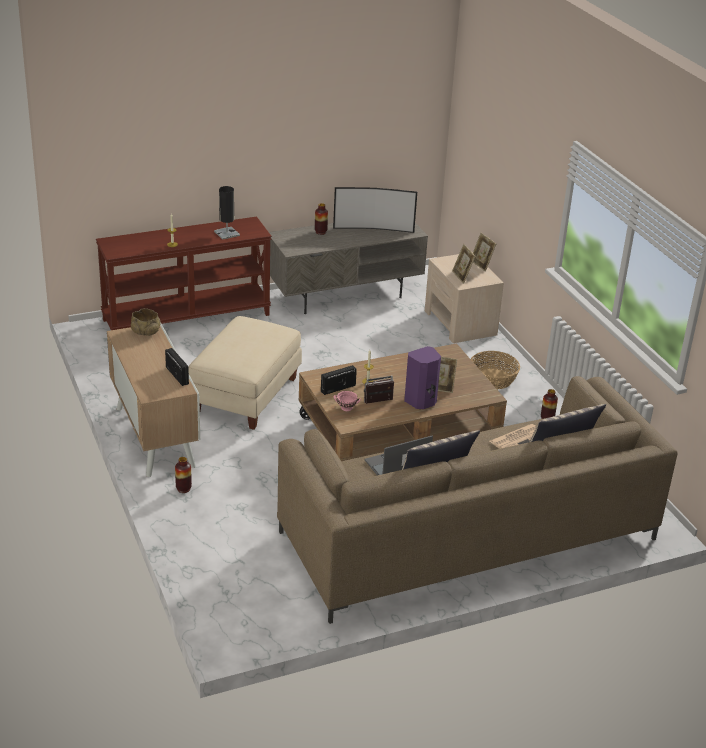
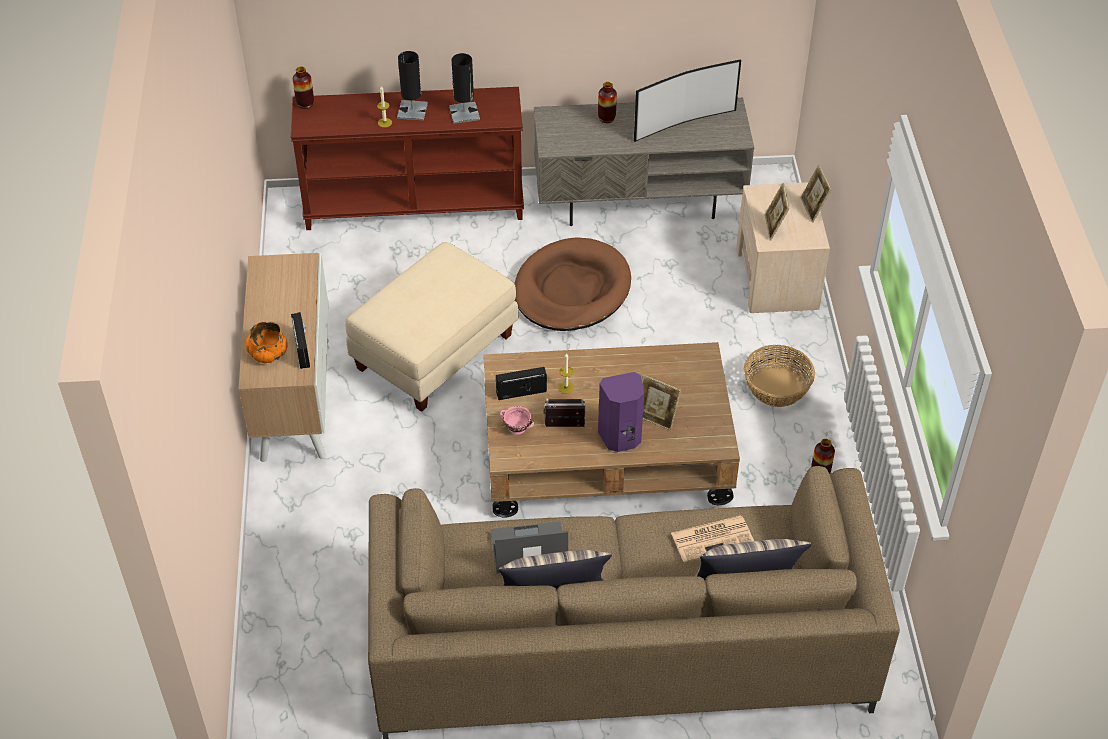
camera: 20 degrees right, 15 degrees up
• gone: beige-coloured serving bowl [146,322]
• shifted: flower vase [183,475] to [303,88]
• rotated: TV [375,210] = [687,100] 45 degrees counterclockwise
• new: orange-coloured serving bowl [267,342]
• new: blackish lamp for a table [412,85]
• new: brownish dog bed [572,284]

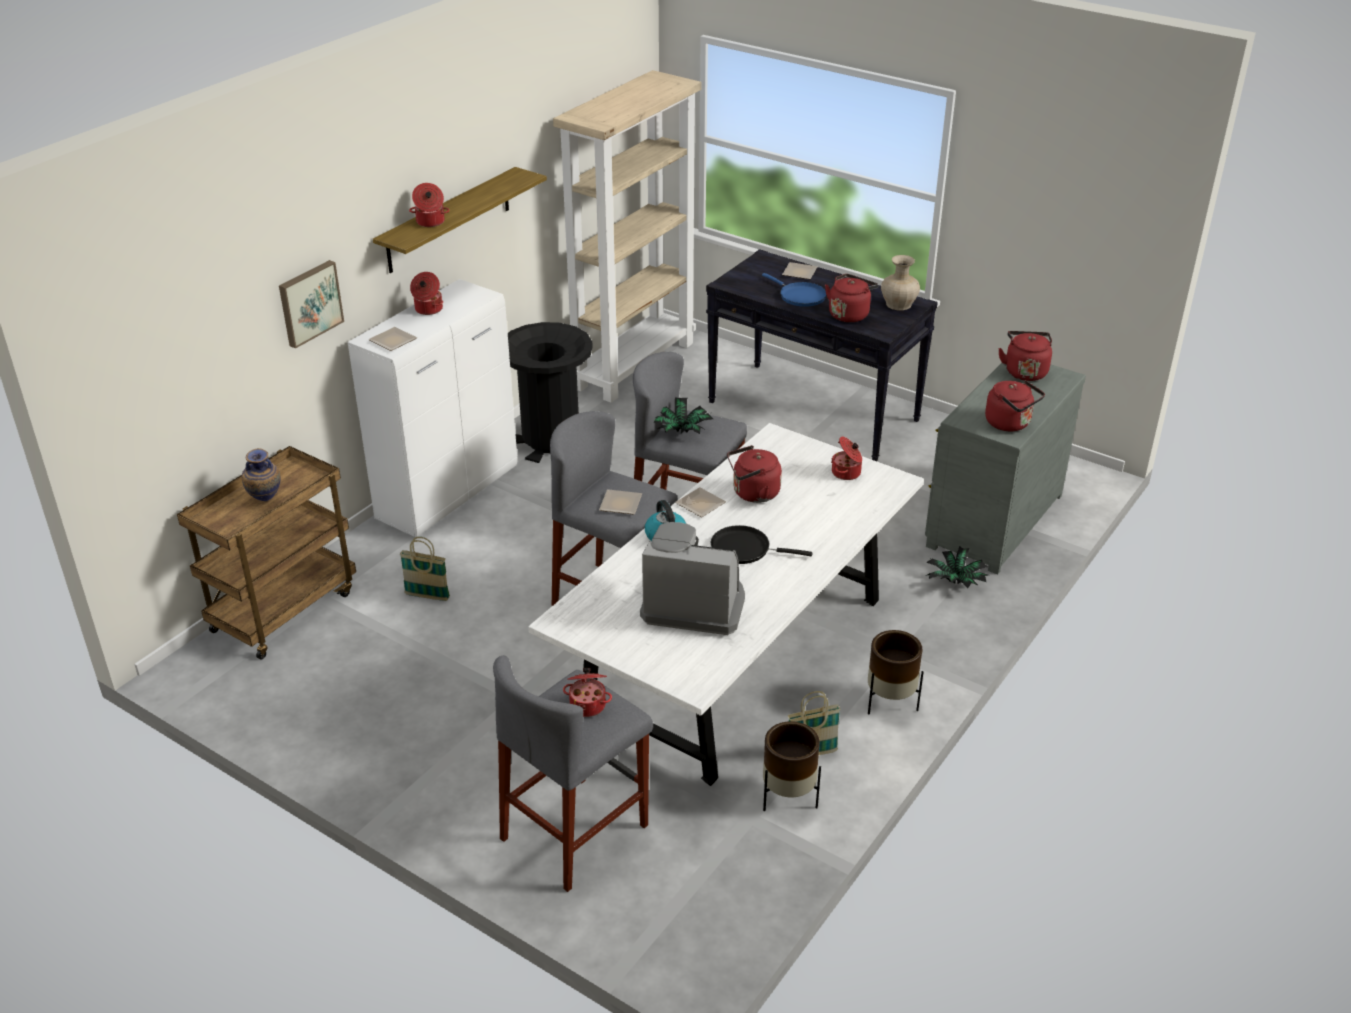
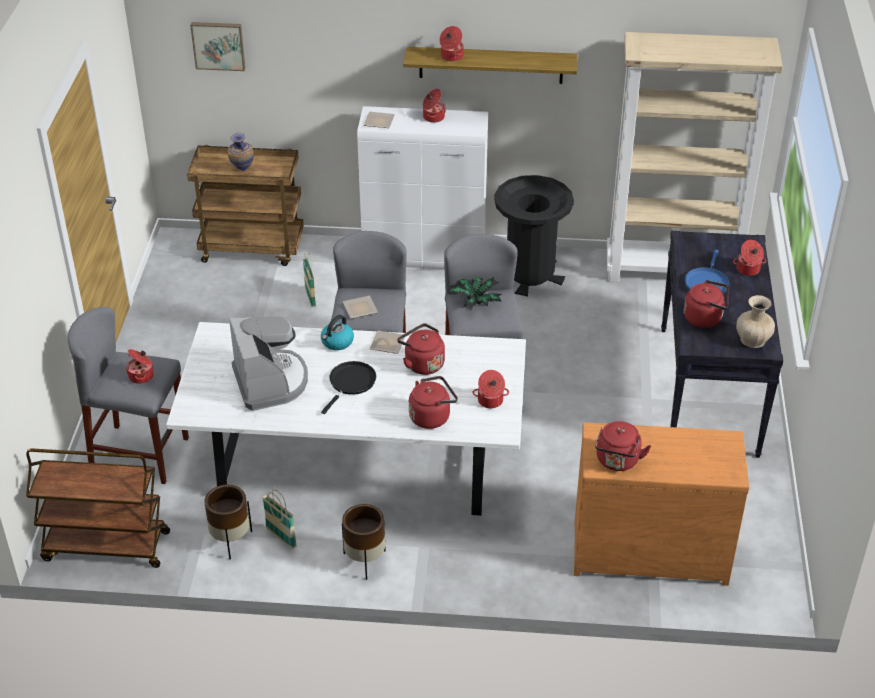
camera: 60 degrees right, 5 degrees up
• shifted: picture [311,304] to [218,46]
• rotated: blackish pan [762,544] = [348,387] 45 degrees clockwise
• swapped: dinner plate [800,270] to saucepot [749,258]
• repainted: grey chest of drawers [1005,468] to brownish chest of drawers [661,504]
• gone: houseplant [957,567]
• shifted: red-coloured tea kettle [1025,356] to [433,402]
• new: brownish trolley [98,508]

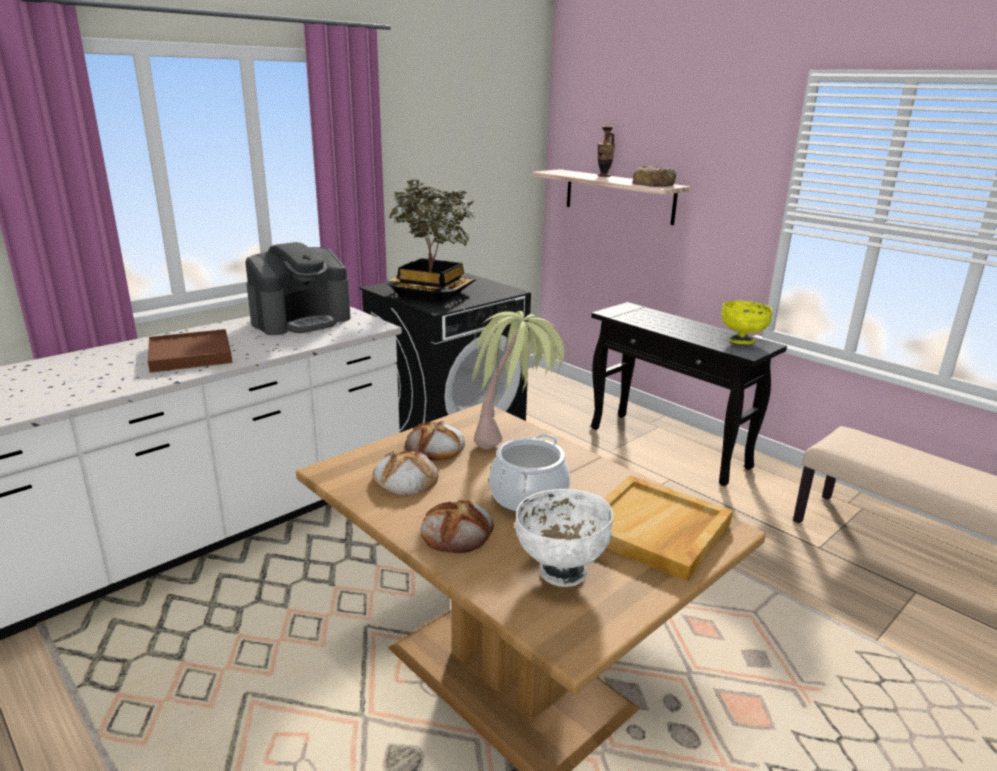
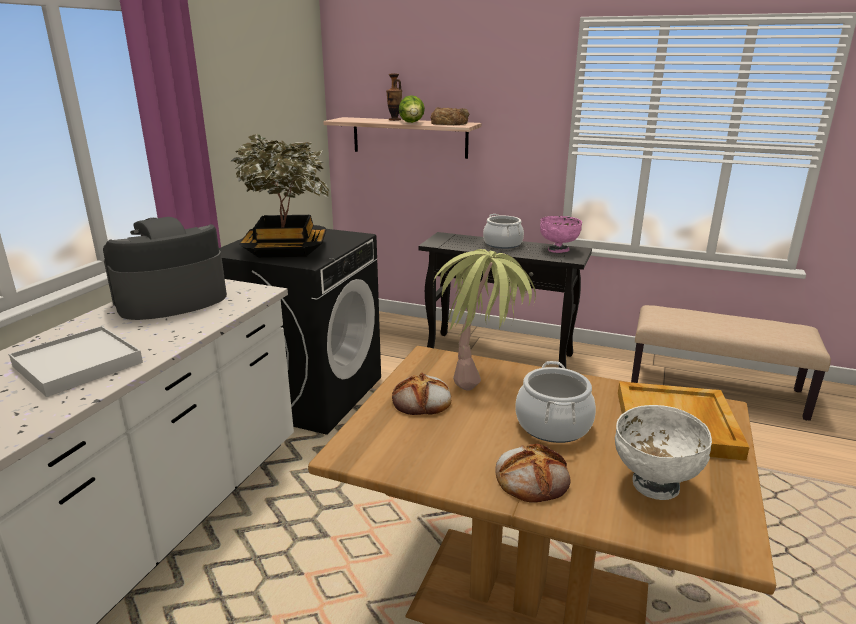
camera: 25 degrees left, 0 degrees up
• repainted: brownish carrying tray [190,351] to white-coloured carrying tray [76,361]
• rotated: coffee brewer [298,288] = [165,268] 150 degrees counterclockwise
• gone: bread [405,472]
• repainted: yellow-coloured serving bowl [747,322] to pinkish serving bowl [561,234]
• new: lettuce head [412,109]
• new: saucepot [503,231]

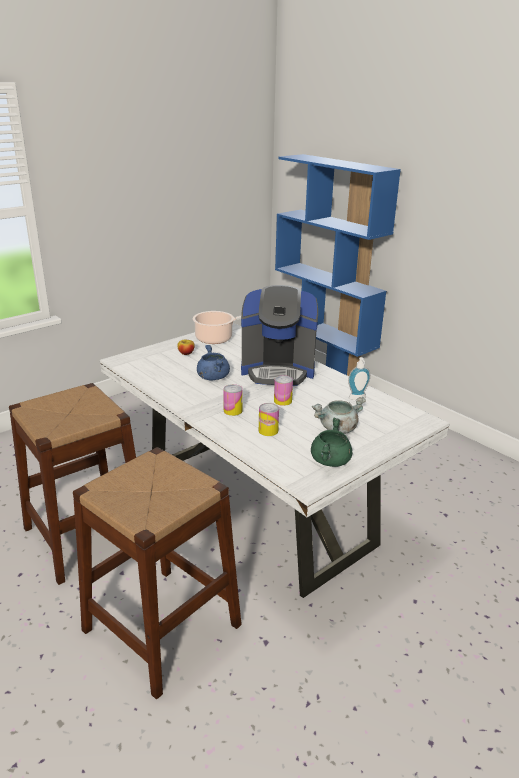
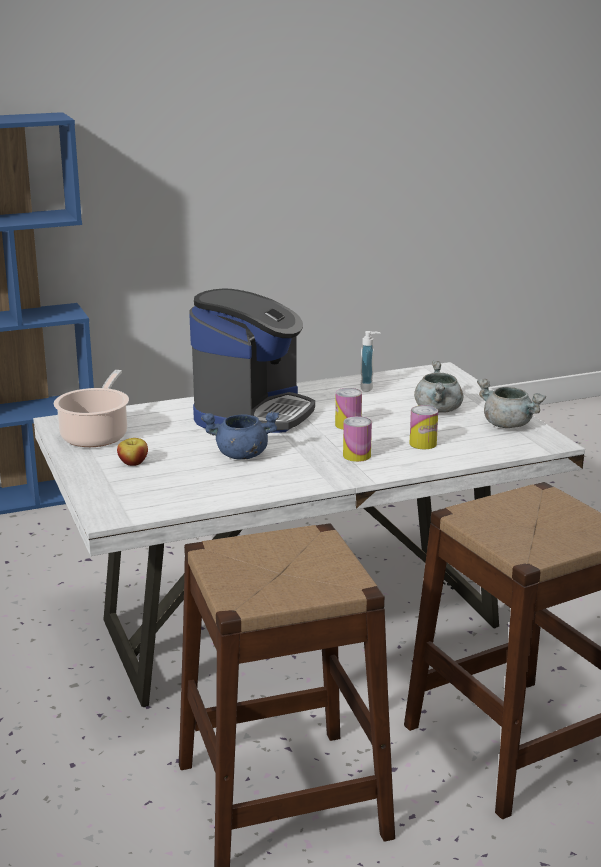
camera: 70 degrees left, 5 degrees down
• repainted: green-coloured saucepot [331,442] to grey saucepot [511,403]

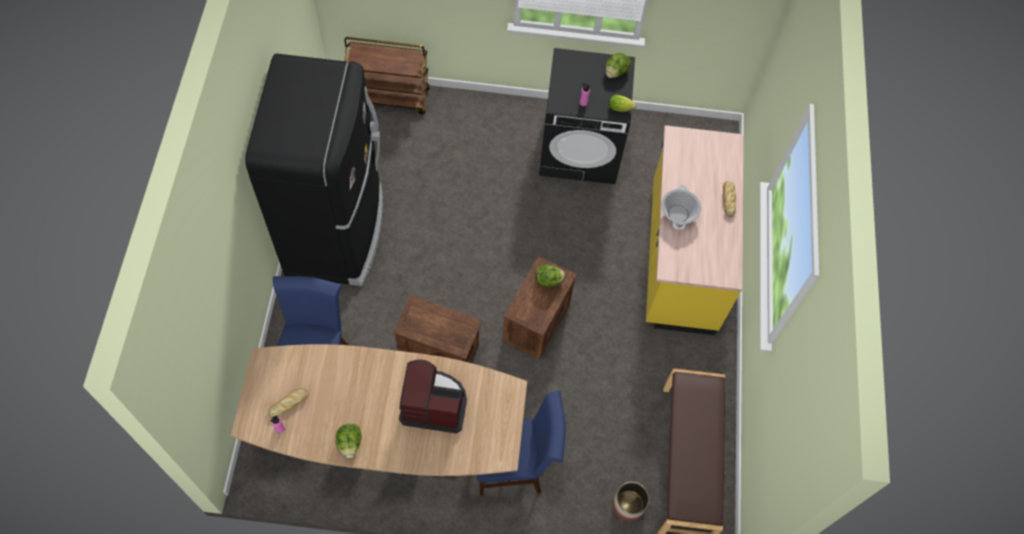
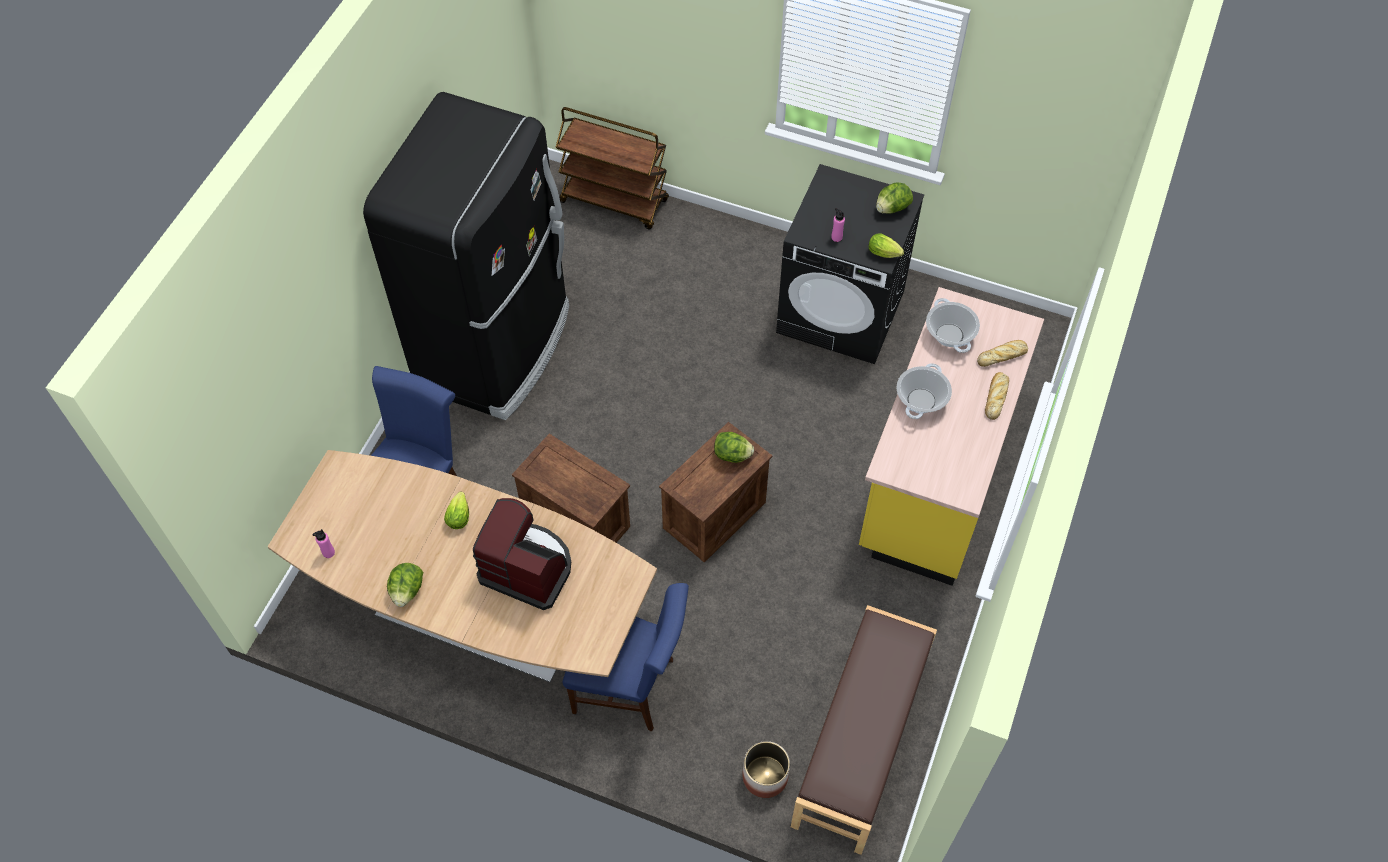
camera: 20 degrees right, 5 degrees down
• shifted: bread [288,403] to [1002,353]
• new: lettuce head [456,510]
• new: saucepot [953,325]

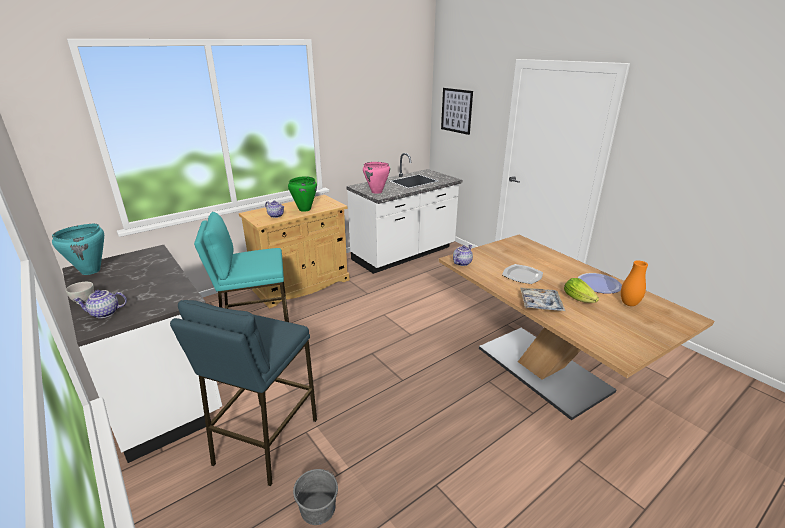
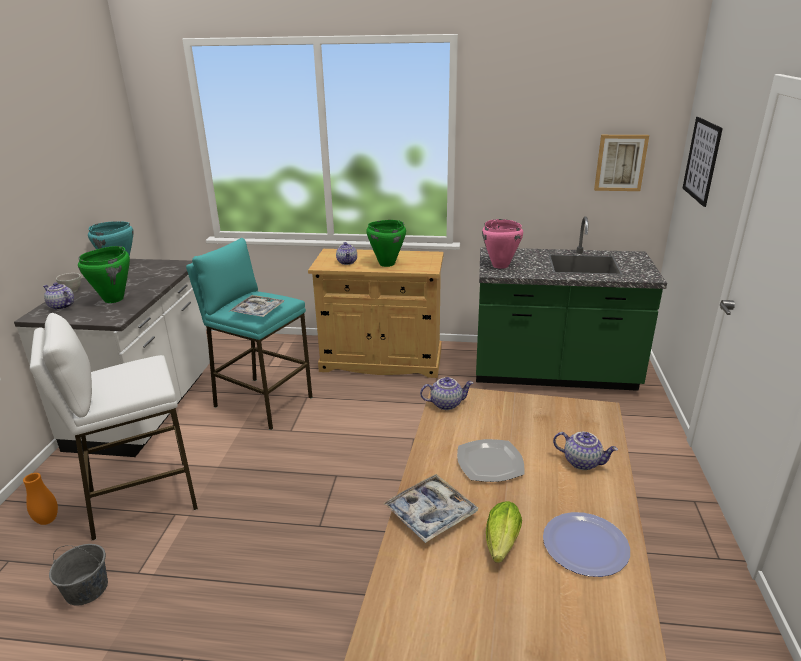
camera: 45 degrees right, 0 degrees up
• repainted: bluish sitting stool [243,393] to white-coloured sitting stool [114,427]
• repainted: white-coloured kitchen base unit [404,213] to green-coloured kitchen base unit [571,303]
• shifted: orange-coloured flower vase [634,283] to [40,499]
• new: green-coloured saucepot [104,274]
• new: carrying tray [256,306]
• new: teapot [585,451]
• new: picture [621,163]

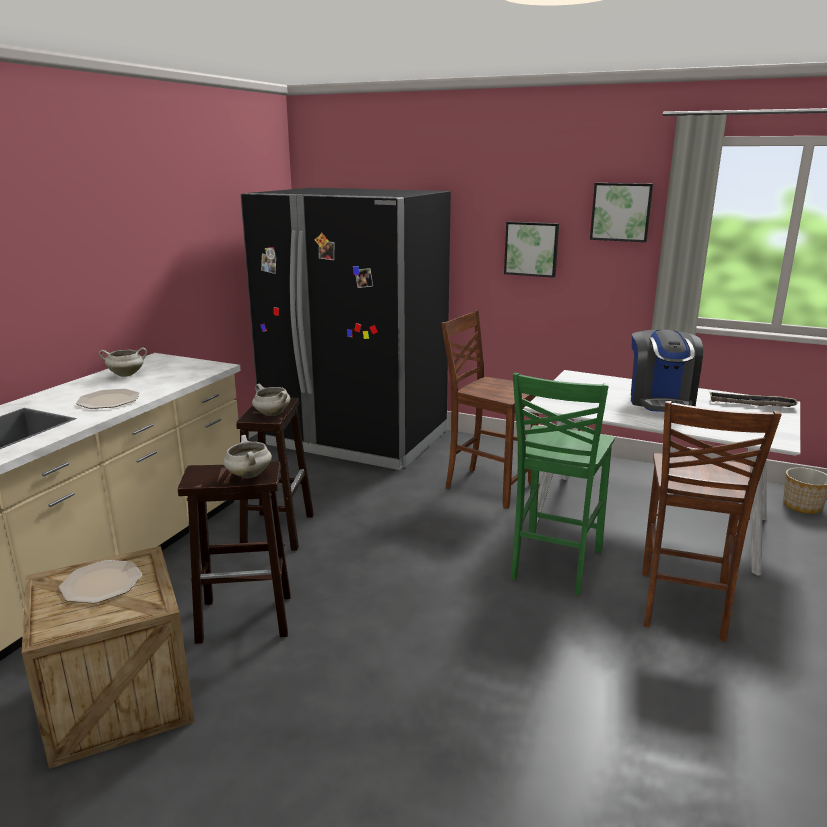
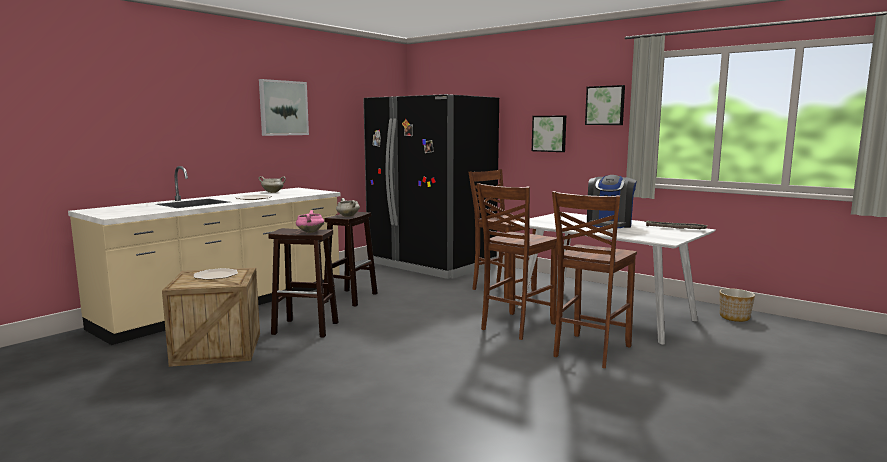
camera: 15 degrees right, 10 degrees down
• repainted: white-coloured saucepot [248,456] to pinkish saucepot [310,221]
• repainted: green-coloured upright chair [563,484] to brownish upright chair [517,261]
• new: picture [284,107]

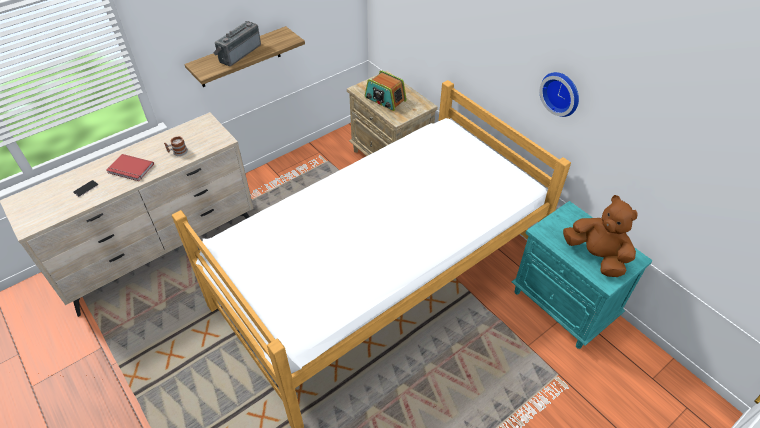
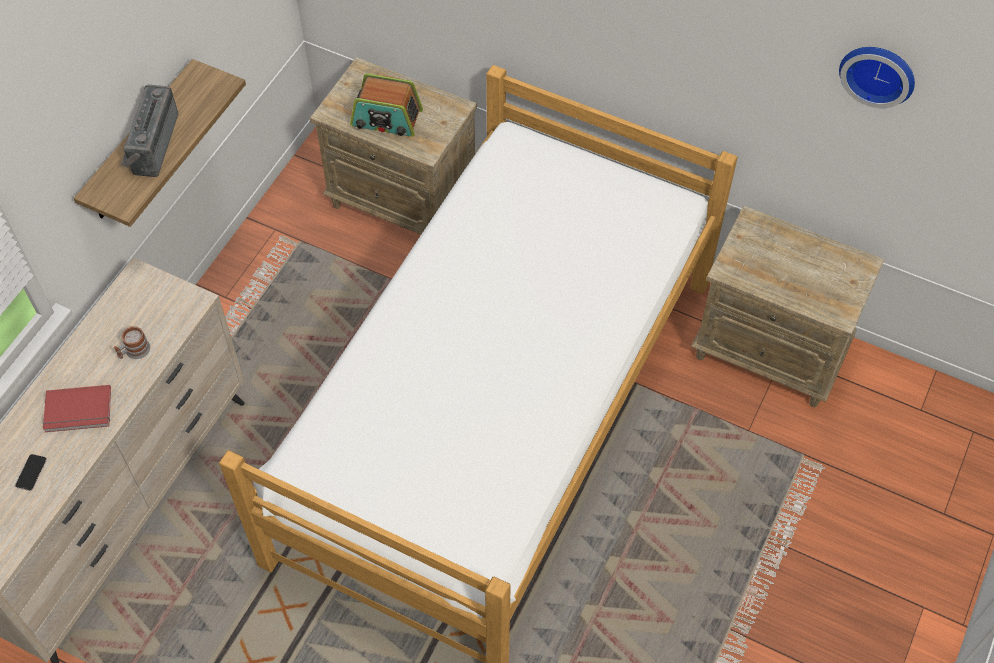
camera: 25 degrees left, 10 degrees up
• repainted: turquoise-coloured nightstand [581,275] to beige-coloured nightstand [787,306]
• shifted: clock on the wall [559,94] to [877,77]
• gone: brownish cuddly toy [600,236]

